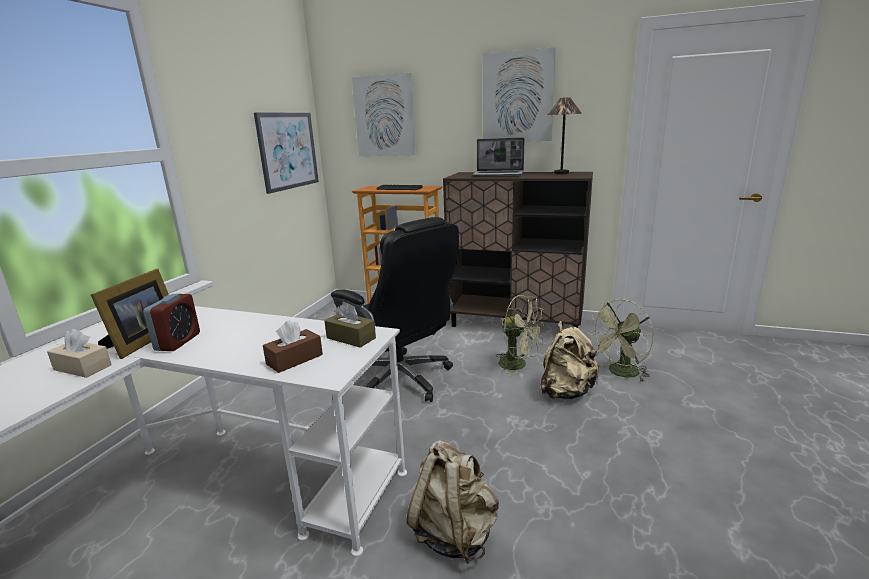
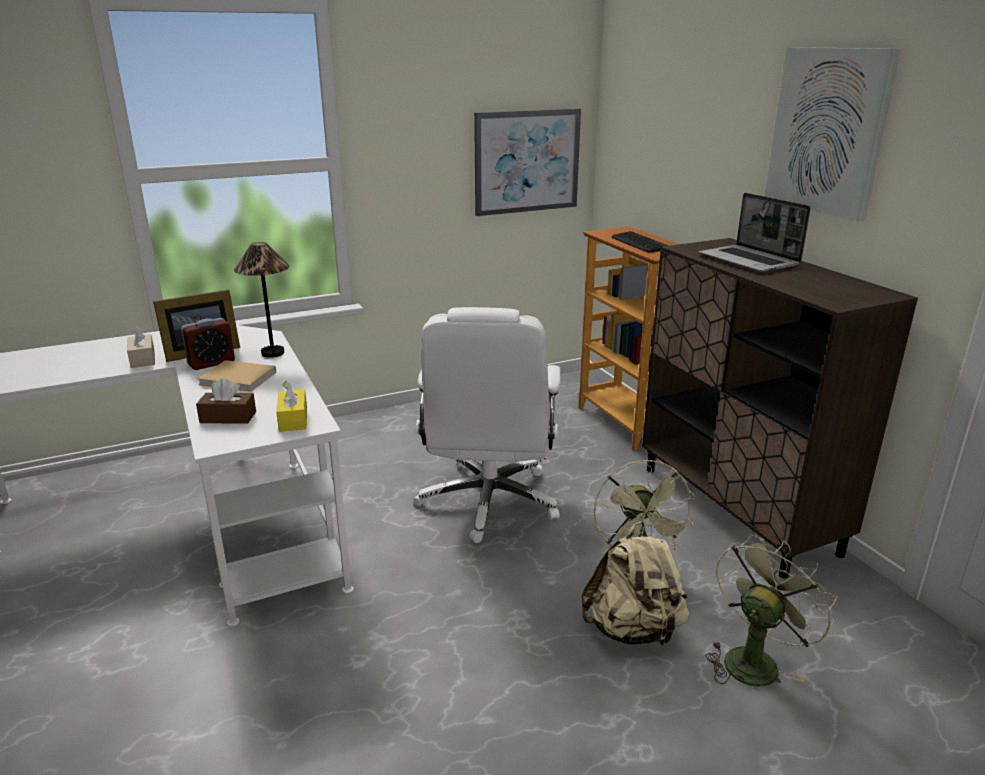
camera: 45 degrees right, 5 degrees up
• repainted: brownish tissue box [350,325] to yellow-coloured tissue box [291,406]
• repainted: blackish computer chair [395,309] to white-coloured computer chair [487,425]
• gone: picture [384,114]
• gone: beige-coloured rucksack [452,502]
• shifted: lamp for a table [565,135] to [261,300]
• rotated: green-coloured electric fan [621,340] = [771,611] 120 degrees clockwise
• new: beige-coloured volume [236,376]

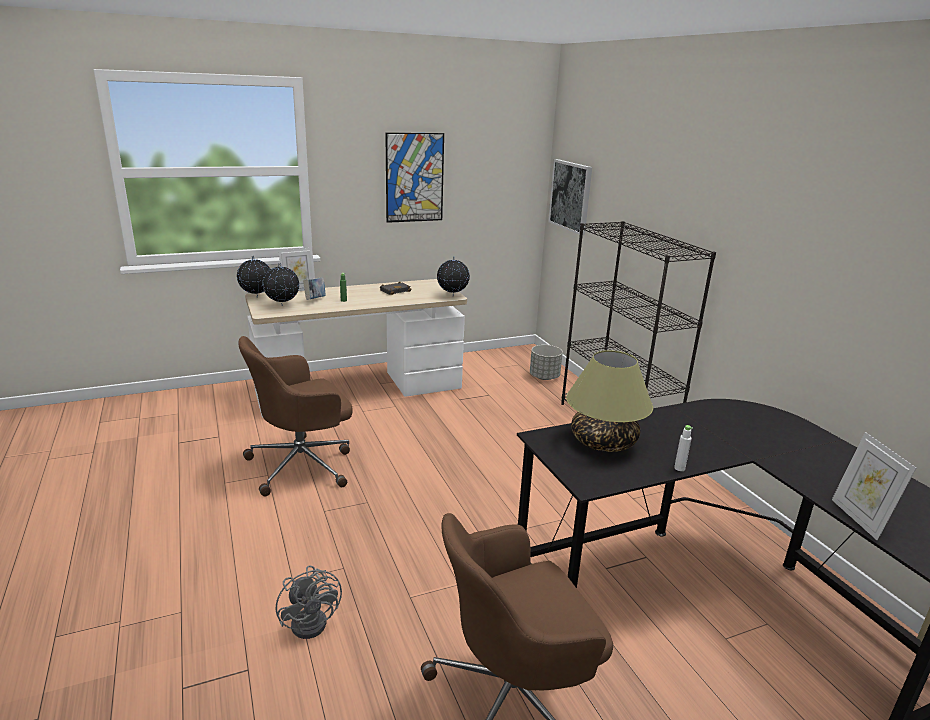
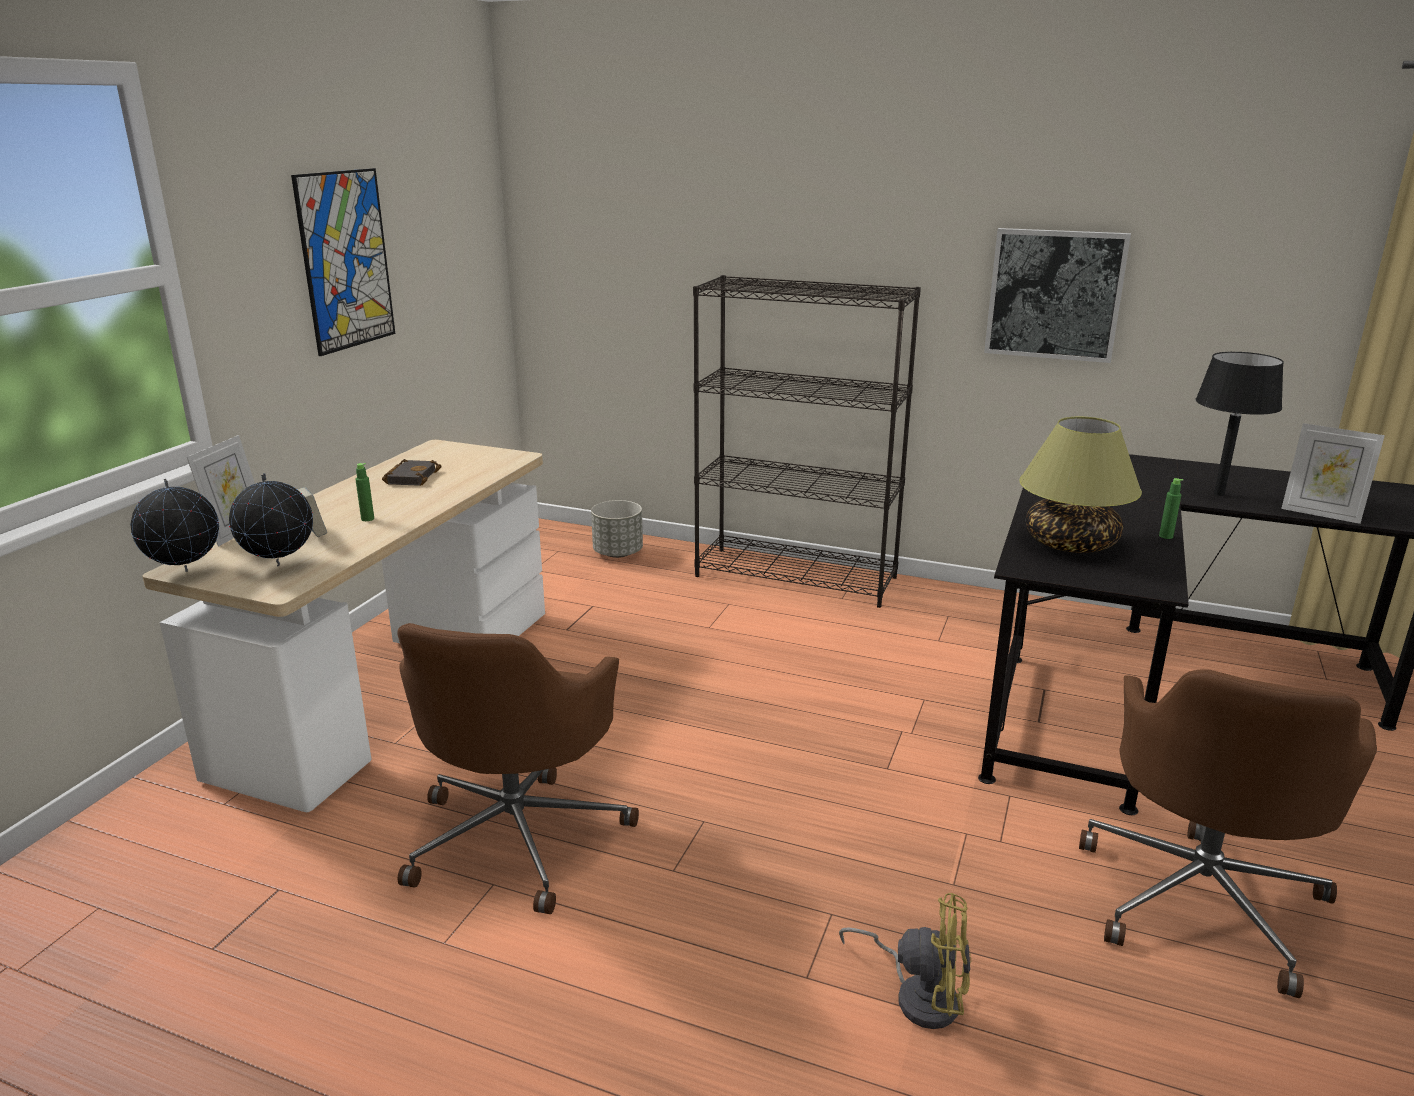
camera: 45 degrees left, 0 degrees up
• repainted: grey electric fan [309,602] to yellow-coloured electric fan [905,961]
• gone: desk globe [453,276]
• shifted: picture [570,197] to [1057,295]
• repainted: white-coloured drink bottle [683,448] to green-coloured drink bottle [1171,508]
• new: blackish lamp for a table [1239,424]

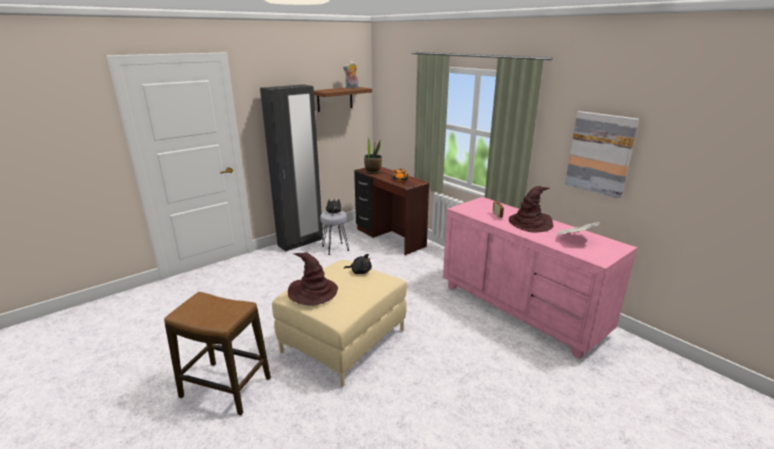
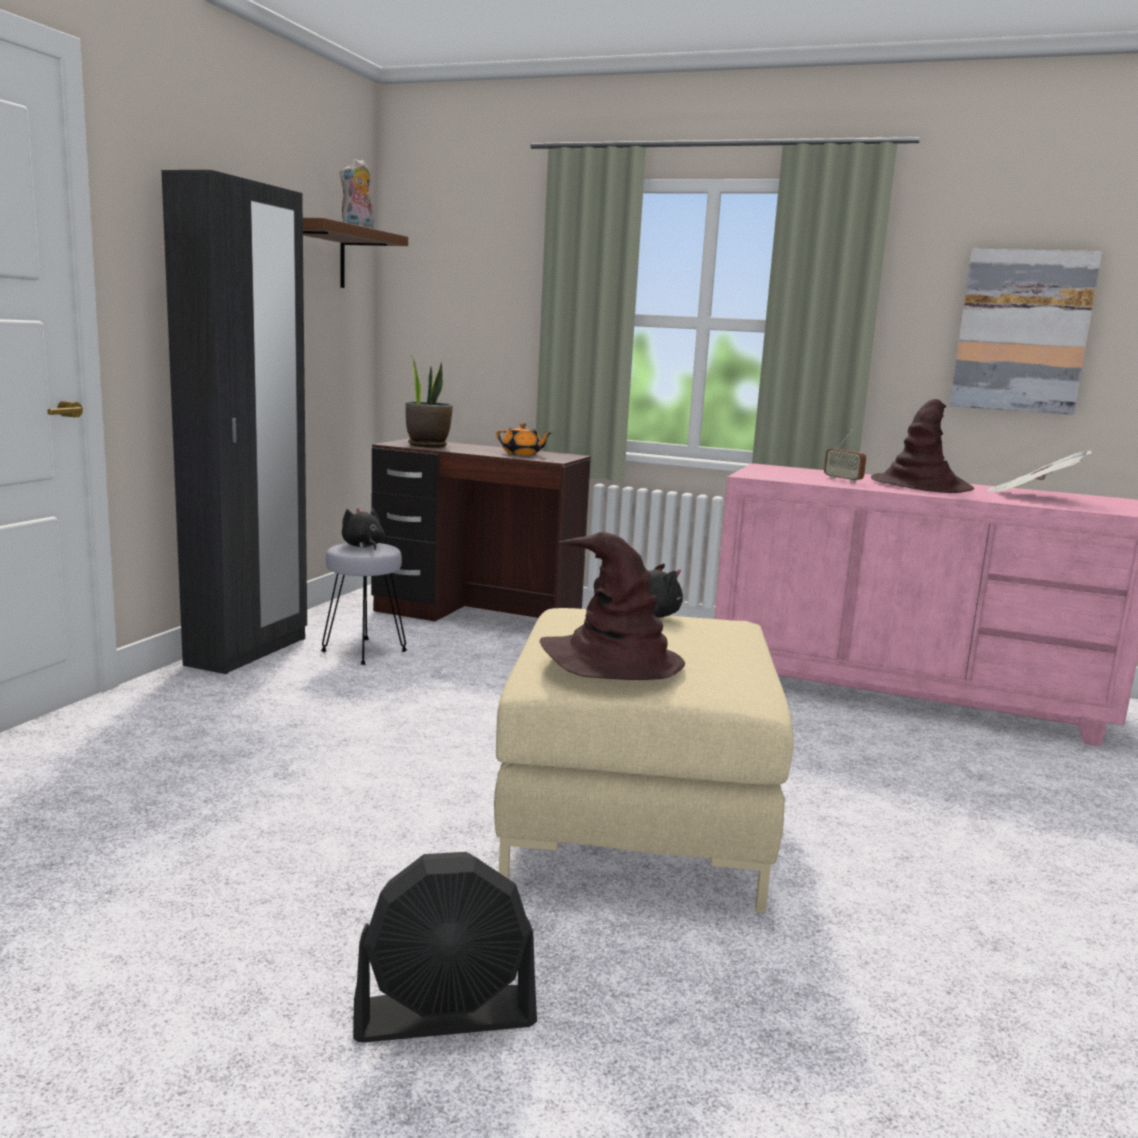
camera: 30 degrees left, 10 degrees down
• swapped: sitting stool [217,353] to blackish electric fan [445,947]

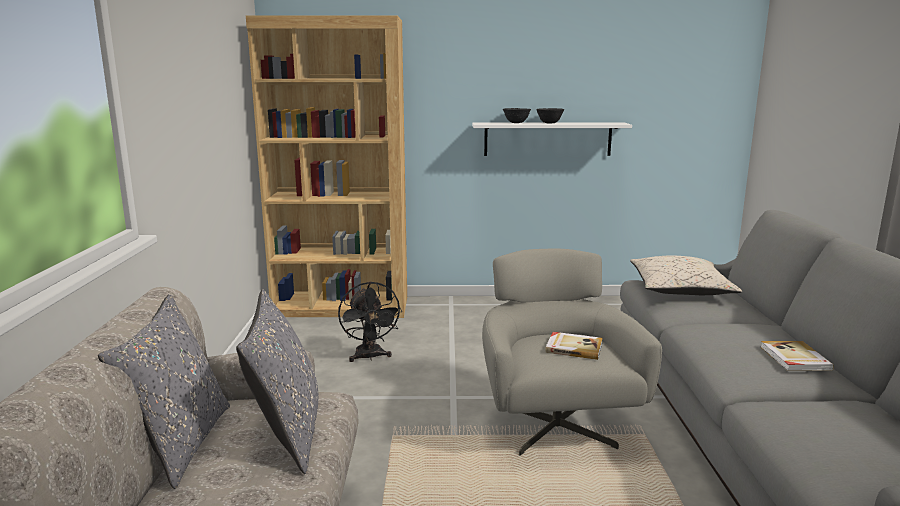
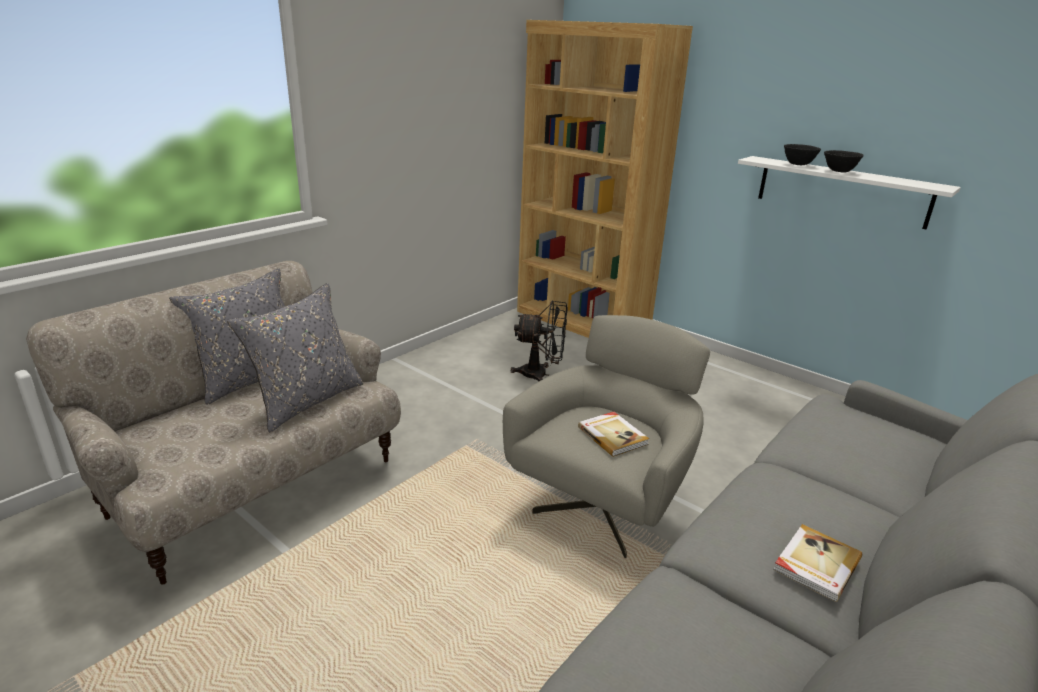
camera: 40 degrees right, 10 degrees up
• rotated: blackish electric fan [370,321] = [539,341] 105 degrees counterclockwise
• gone: beige-coloured pillow [686,275]

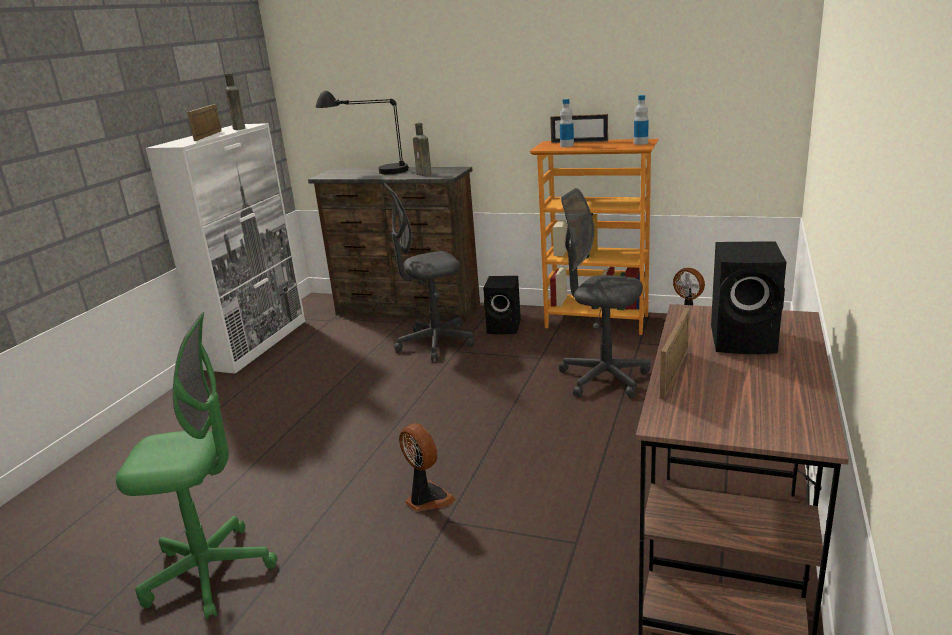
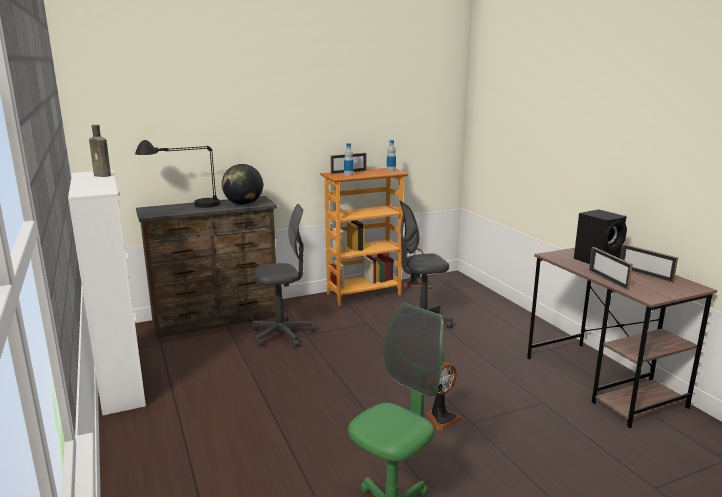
camera: 45 degrees left, 5 degrees down
• shifted: picture frame [204,122] to [649,263]
• rotated: grey computer chair [429,272] = [284,276] 135 degrees counterclockwise
• rotated: electric fan [427,467] = [444,396] 135 degrees clockwise
• swapped: brownish drink bottle [422,149] to desk globe [242,184]
• gone: blackish audio speaker [502,305]

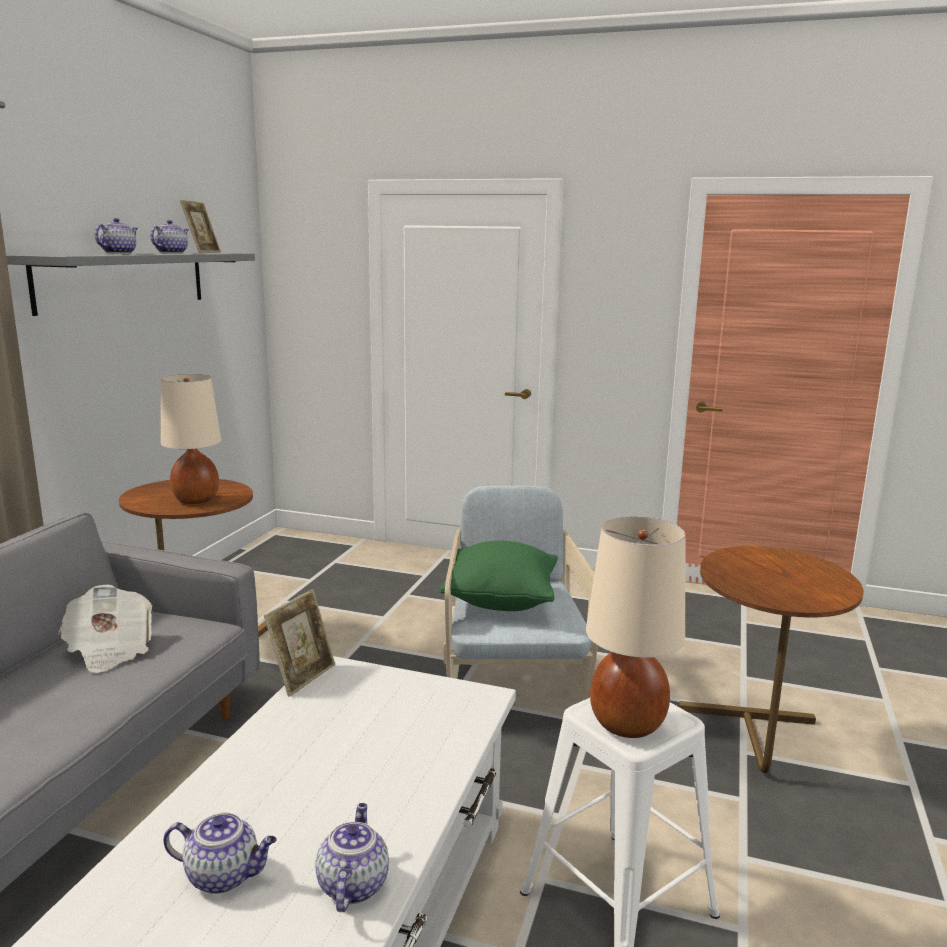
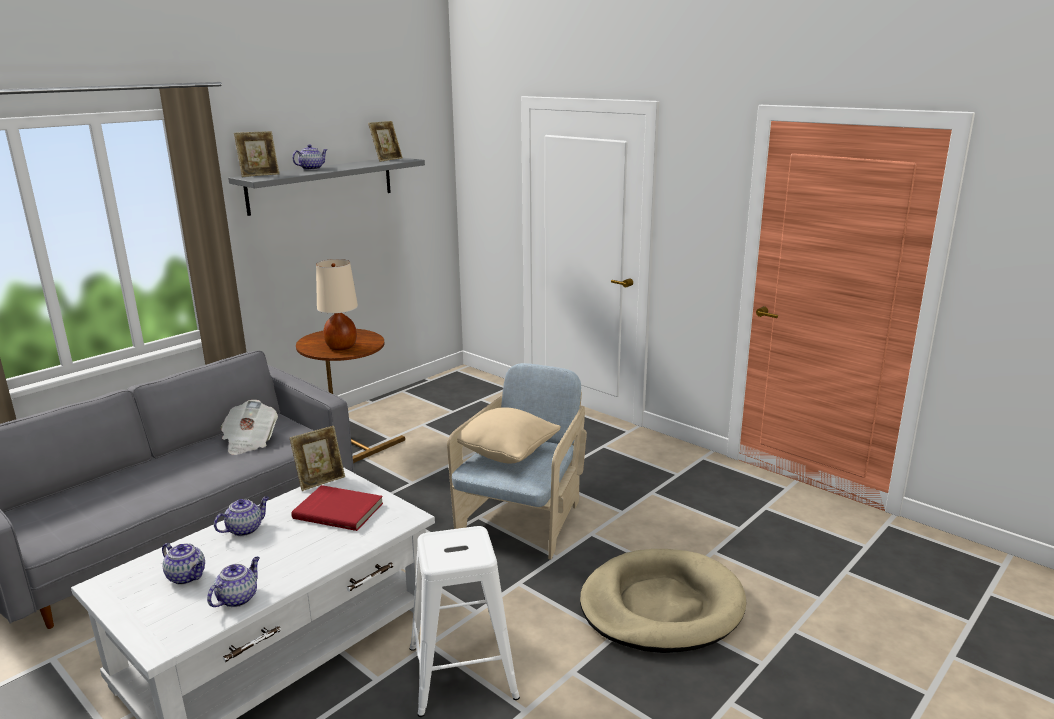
camera: 25 degrees right, 5 degrees up
• shifted: teapot [169,236] to [241,516]
• repainted: green-coloured pillow [498,576] to beige-coloured pillow [509,435]
• gone: beige-coloured lamp for a table [636,627]
• swapped: brownish side table [771,659] to beige-coloured dog bed [663,601]
• new: picture frame [256,154]
• new: red-coloured volume [337,508]

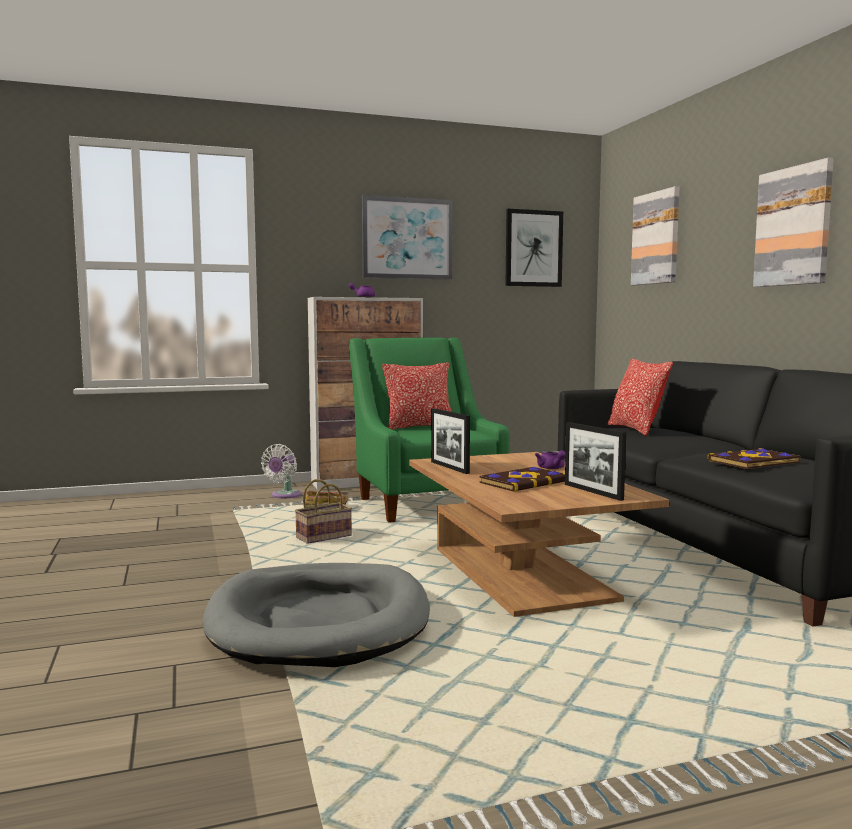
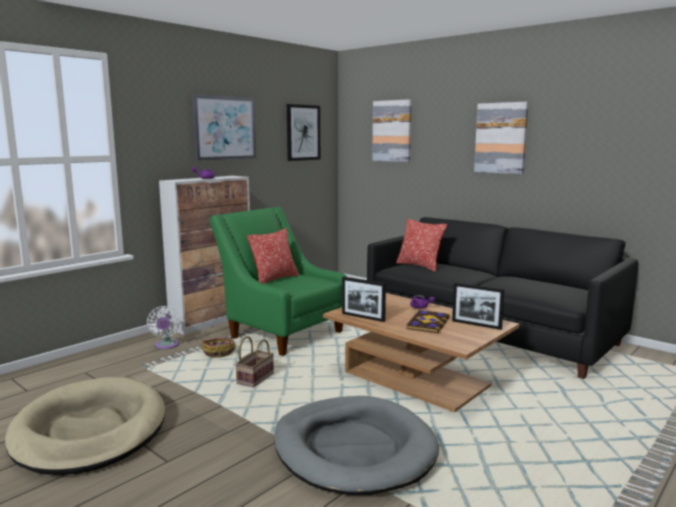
camera: 30 degrees left, 5 degrees up
• gone: volume [754,458]
• new: beige-coloured dog bed [85,426]

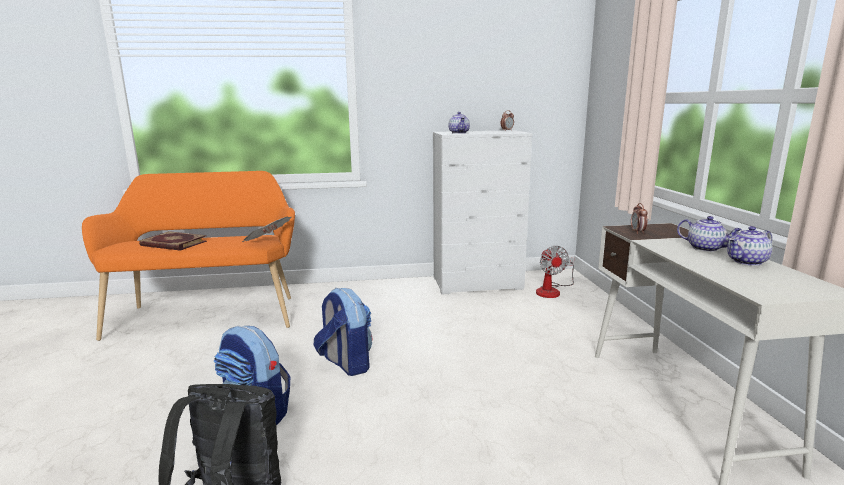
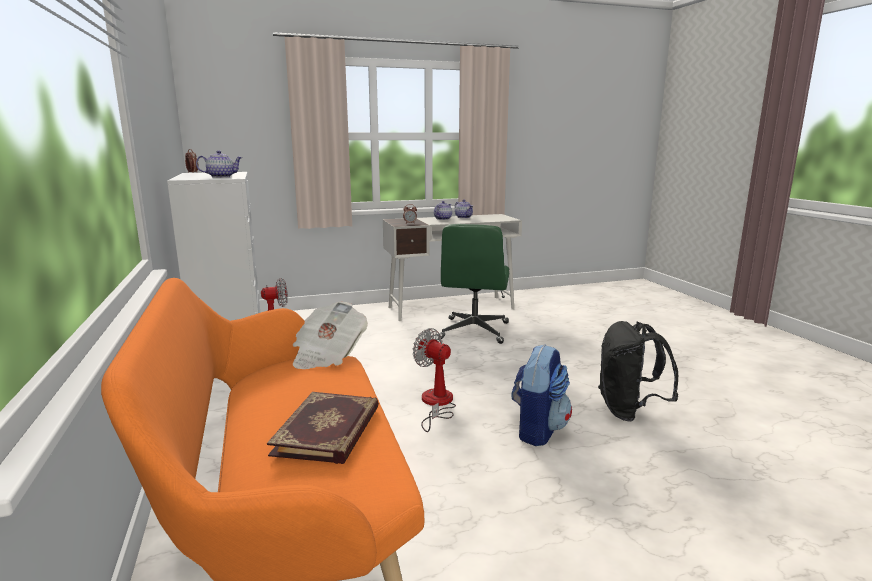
camera: 100 degrees left, 0 degrees up
• swapped: rucksack [343,332] to electric fan [434,380]
• new: green-coloured computer chair [473,284]

